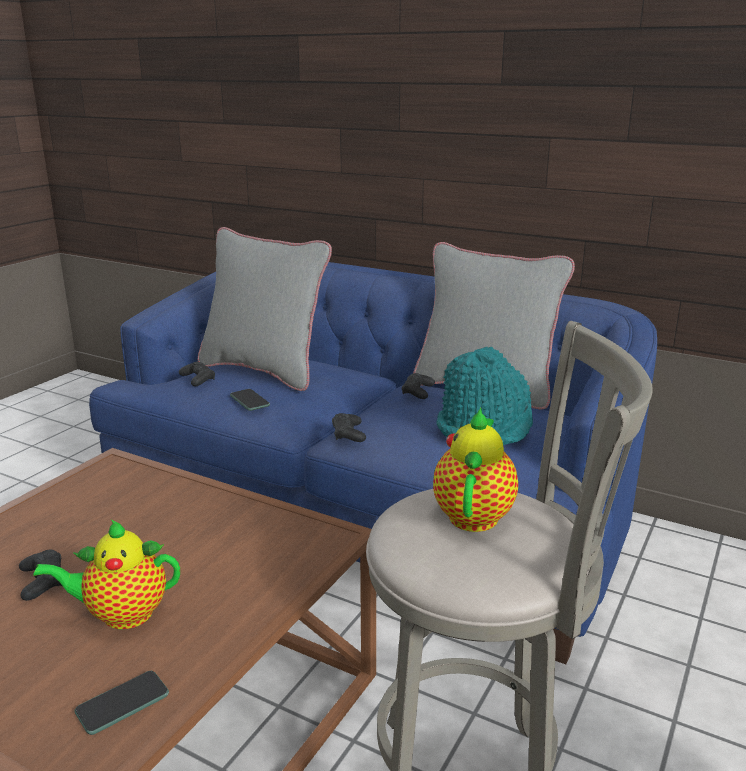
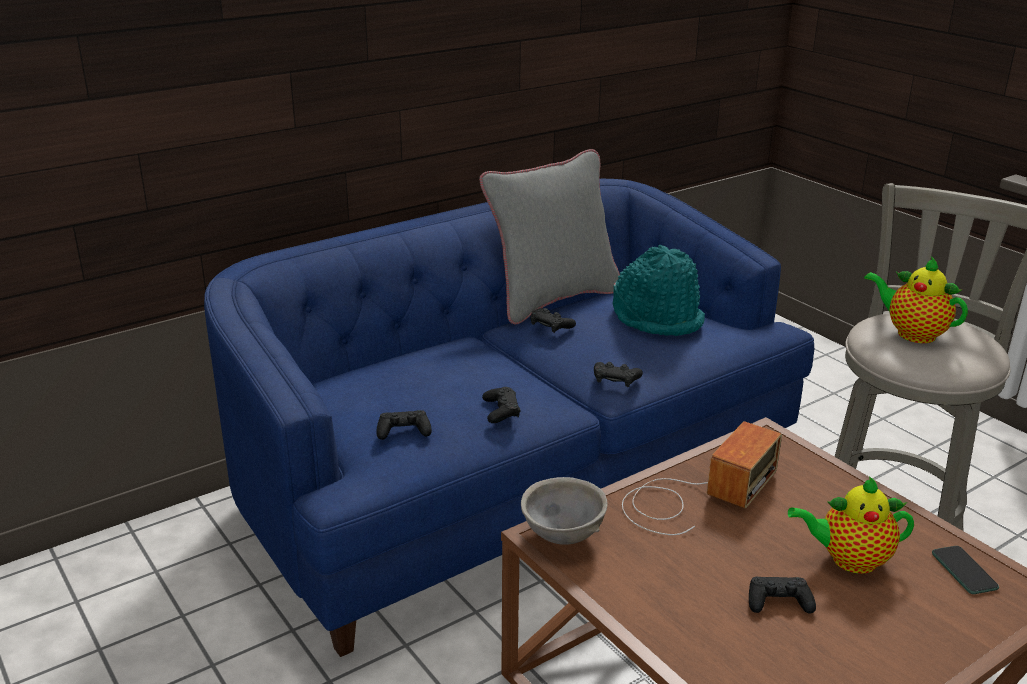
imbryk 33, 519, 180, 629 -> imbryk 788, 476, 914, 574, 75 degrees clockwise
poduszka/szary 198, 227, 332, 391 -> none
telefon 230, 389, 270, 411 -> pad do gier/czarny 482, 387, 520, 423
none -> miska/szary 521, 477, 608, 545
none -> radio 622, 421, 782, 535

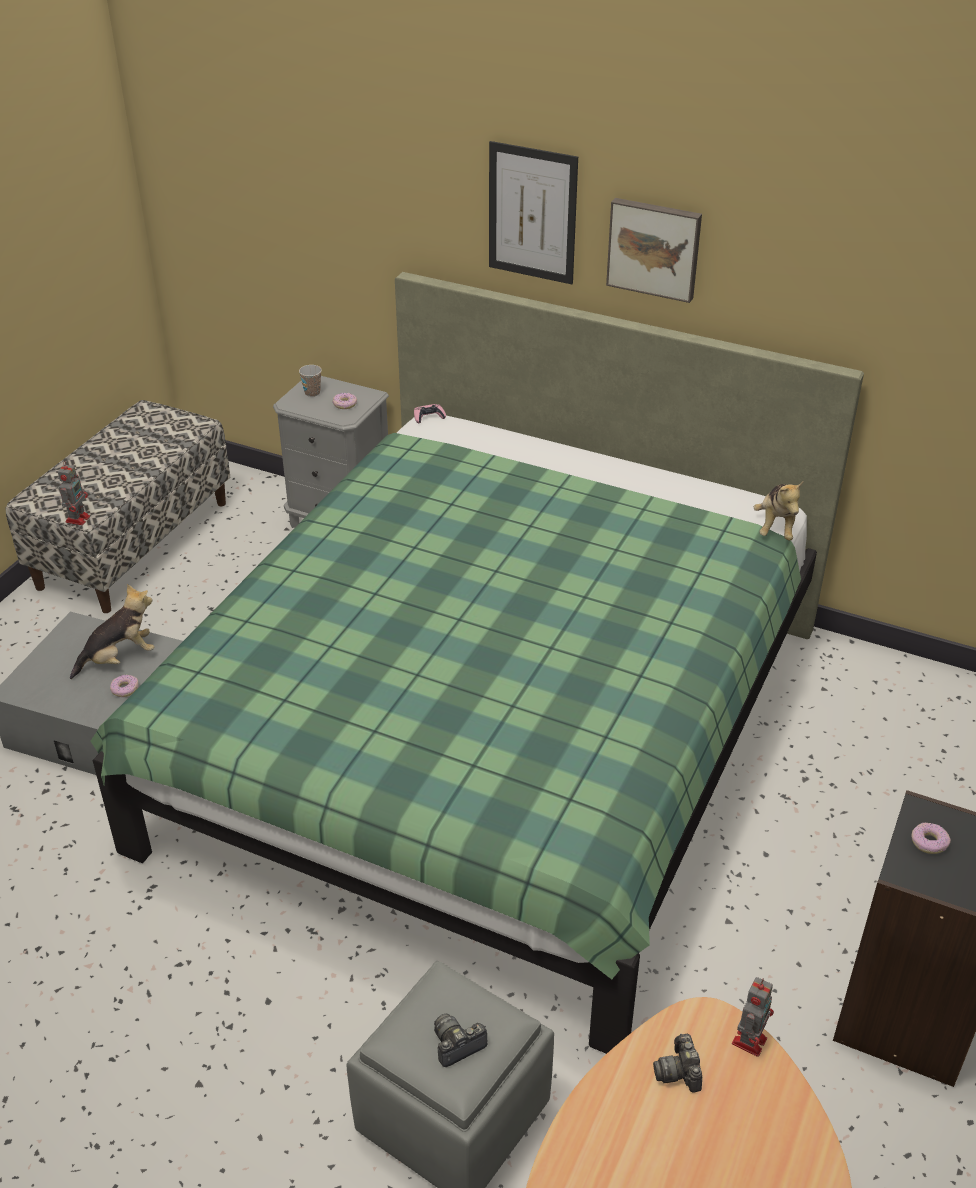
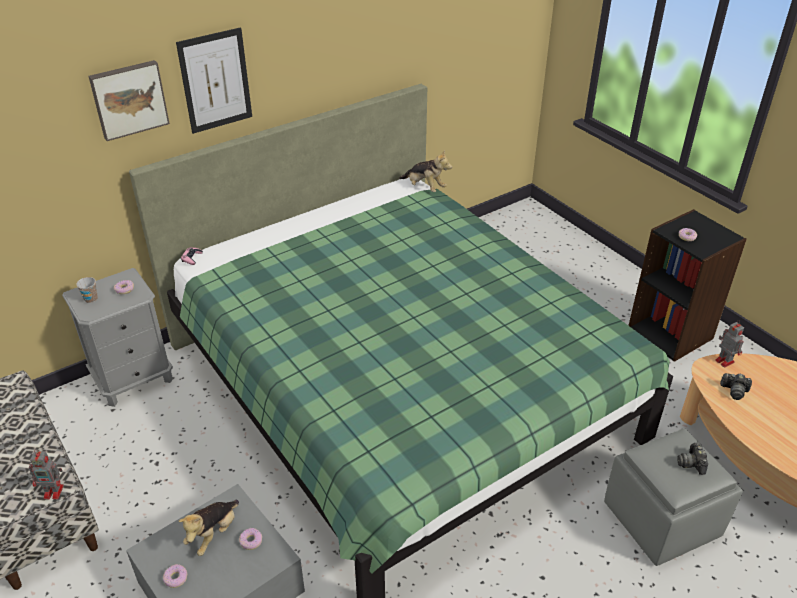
robot zabawkowy 58, 461, 90, 525 -> robot zabawkowy 29, 450, 64, 499, 135 degrees clockwise
pluszak 70, 584, 155, 679 -> pluszak 179, 500, 239, 556, 150 degrees counterclockwise
obraz 606, 198, 702, 303 -> obraz 88, 60, 170, 141, shifted
none -> donut 163, 564, 187, 588

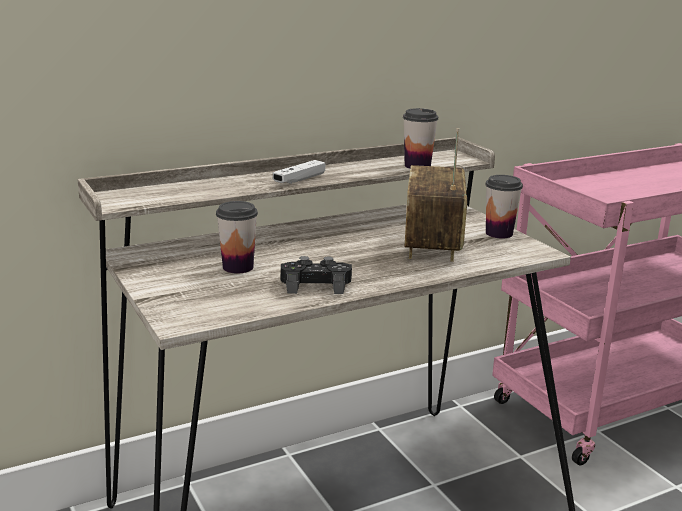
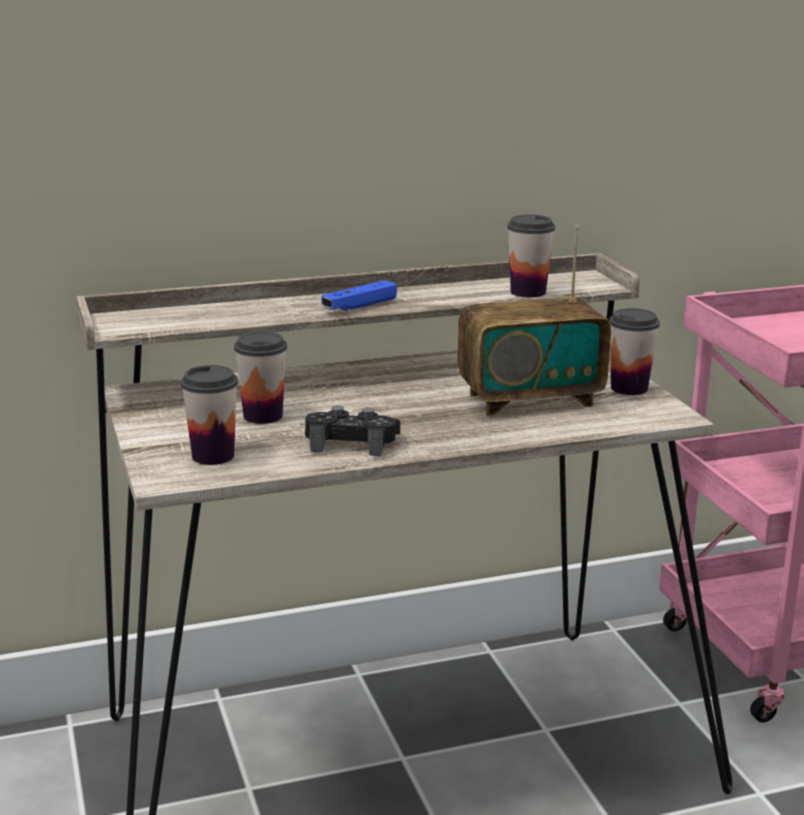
pad do gier/biały 273, 160, 325, 184 -> pad do gier/niebieski 322, 280, 397, 311
radio 405, 128, 467, 262 -> radio 457, 225, 611, 416, 120 degrees counterclockwise
none -> filiżanka 181, 365, 238, 465

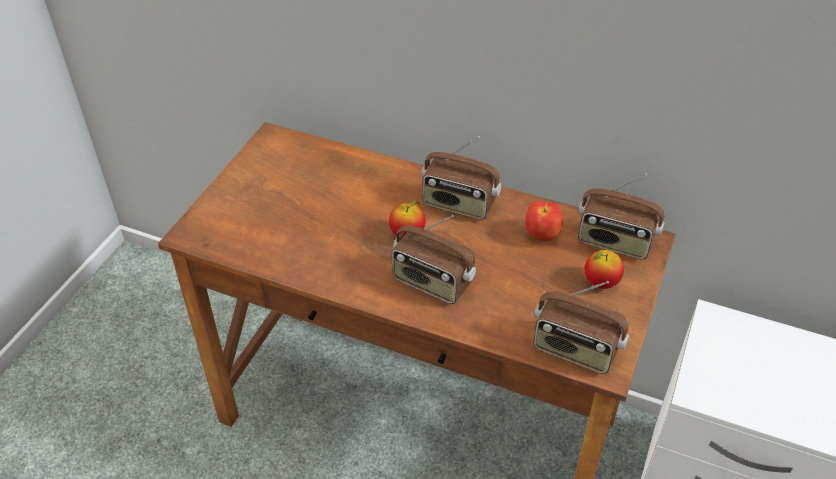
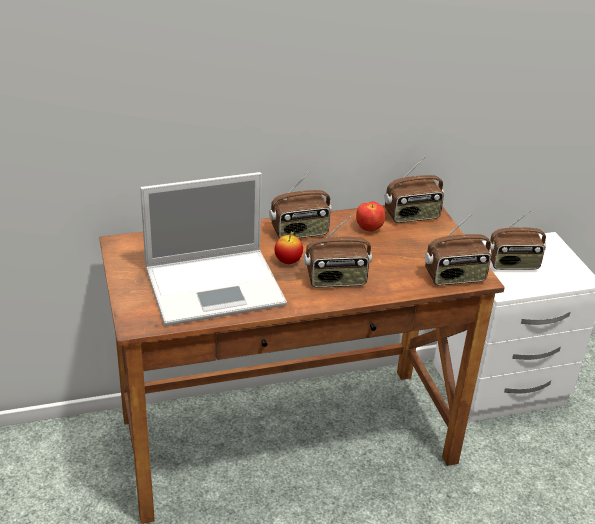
jabłko 585, 250, 624, 289 -> none
none -> laptop 140, 172, 287, 326
none -> radio 490, 210, 546, 270

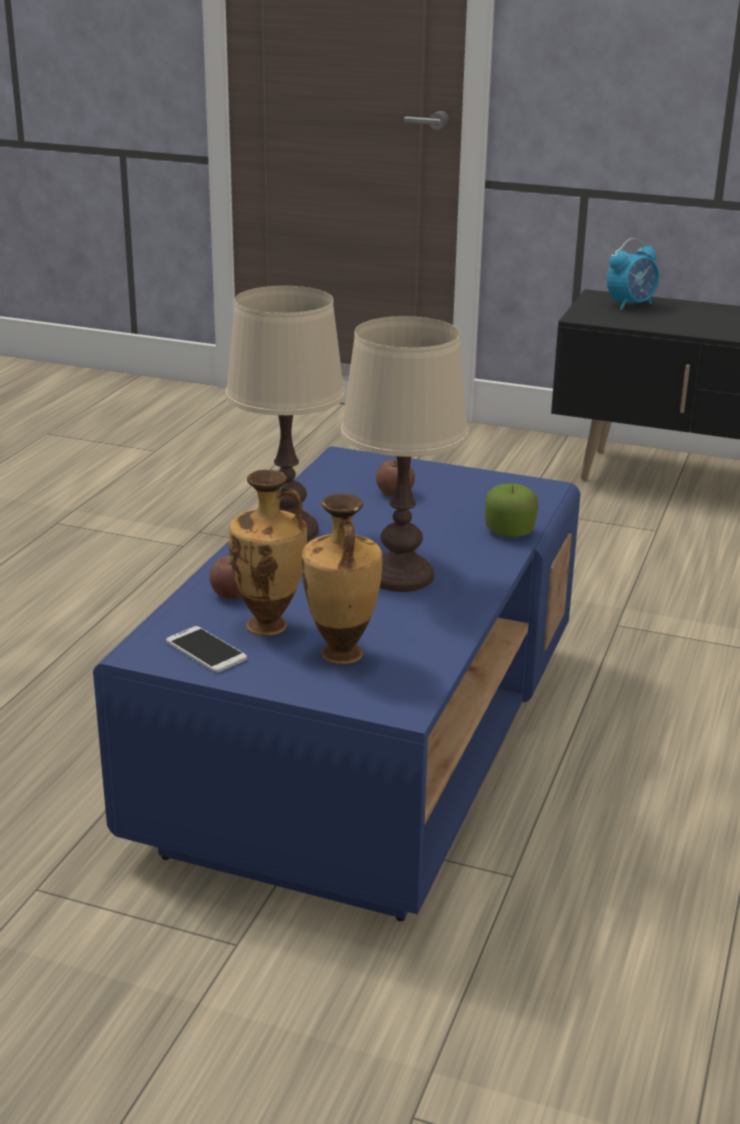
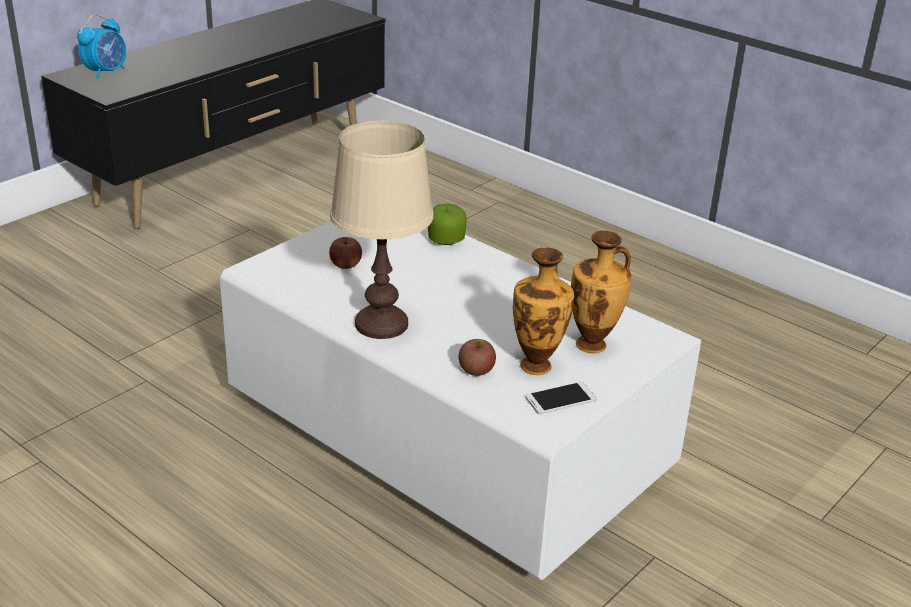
ława/niebieski 93, 446, 581, 921 -> ława/biały 220, 221, 701, 580
lampa stołowa/beżowy 340, 316, 469, 592 -> none
budzik 607, 238, 659, 310 -> budzik 77, 14, 126, 79, 45 degrees clockwise

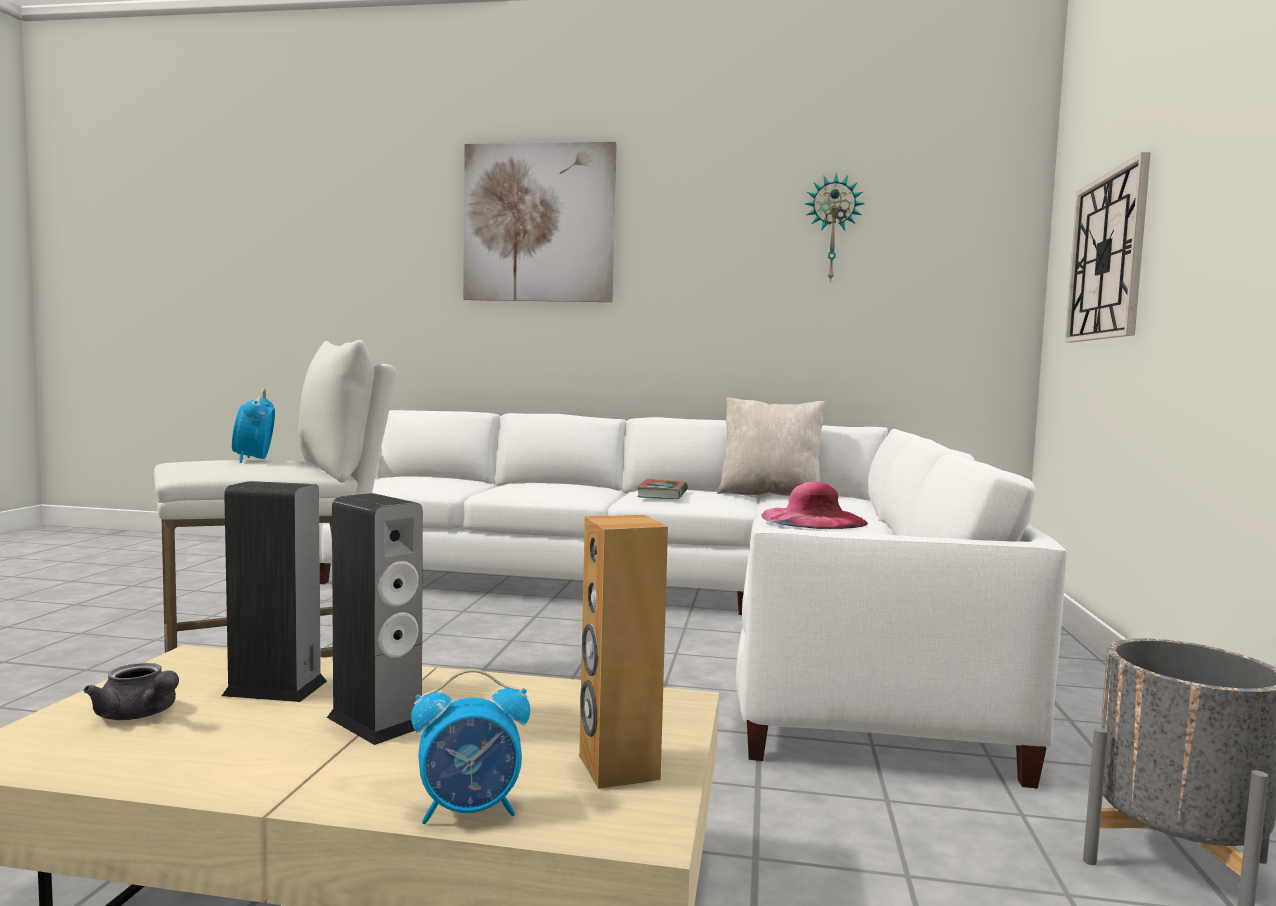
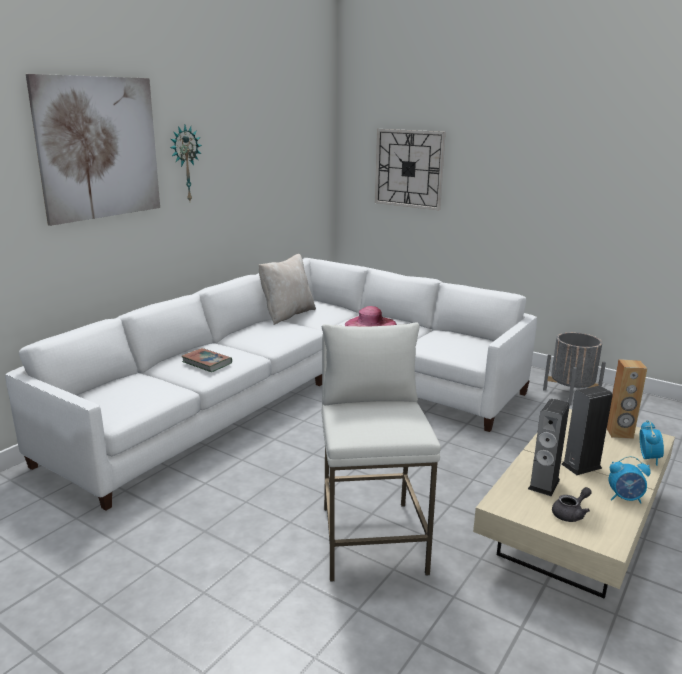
budzik 232, 389, 275, 463 -> budzik 609, 456, 651, 503, shifted
książka 636, 479, 688, 499 -> książka 181, 348, 232, 372, shifted
zegar ścienny 805, 173, 865, 282 -> zegar ścienny 170, 125, 202, 201, shifted

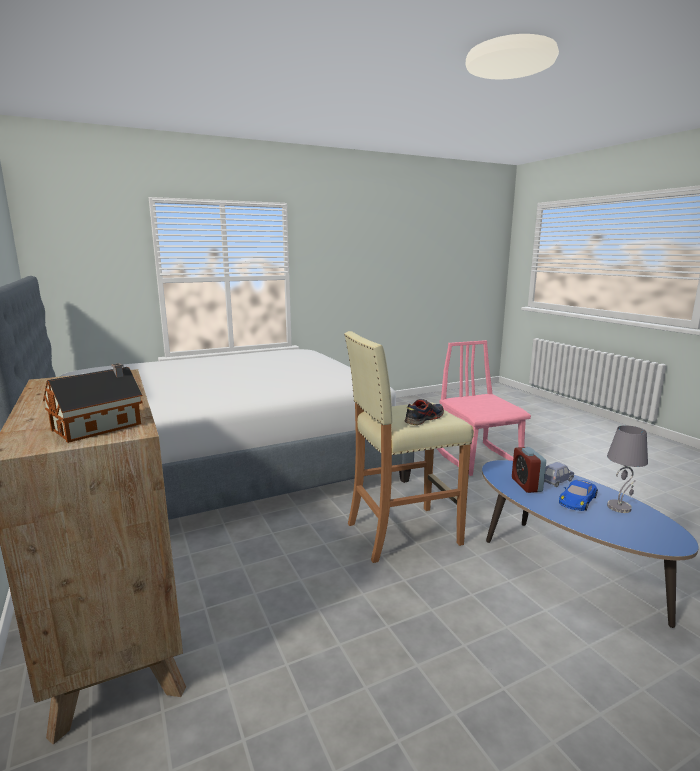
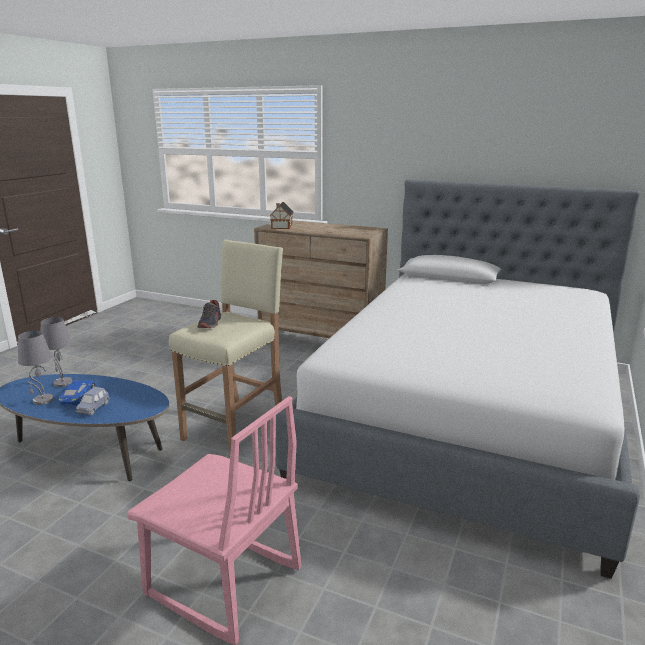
budzik 512, 447, 546, 493 -> none
none -> lampa stołowa/szary 41, 317, 73, 387

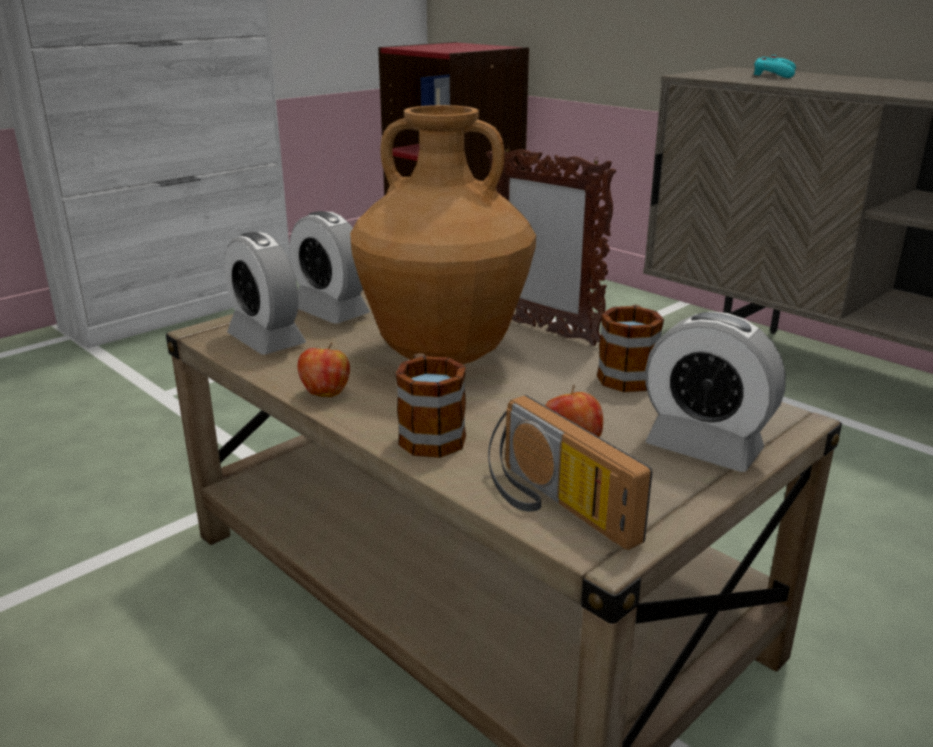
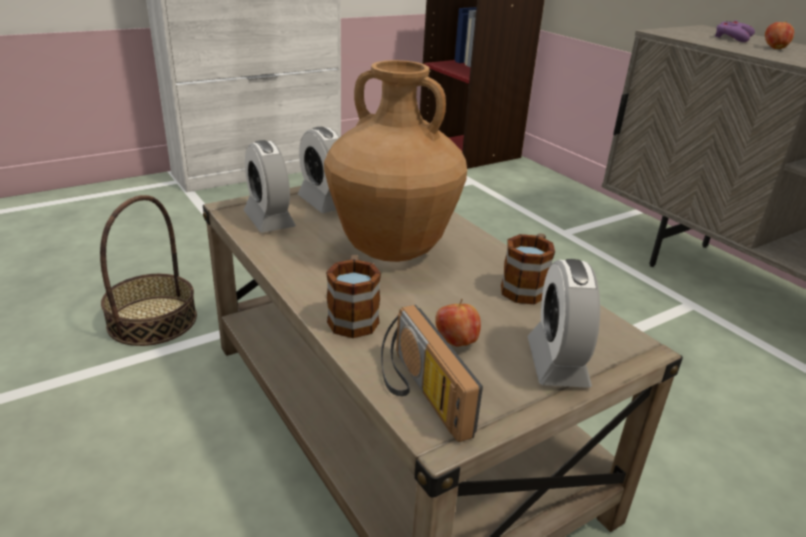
jabłko 297, 342, 350, 397 -> jabłko 765, 21, 794, 49, shifted
ramka na zdjęcie 486, 146, 616, 346 -> none
budzik 645, 312, 786, 472 -> budzik 527, 259, 600, 388, 45 degrees clockwise
pad do gier/turkusowy 754, 55, 796, 78 -> pad do gier/fioletowy 715, 20, 755, 42
none -> koszyk 100, 195, 197, 346

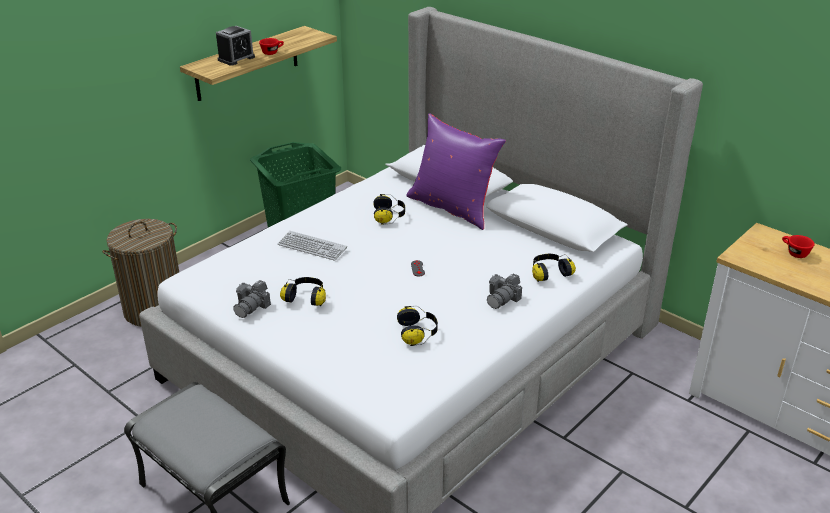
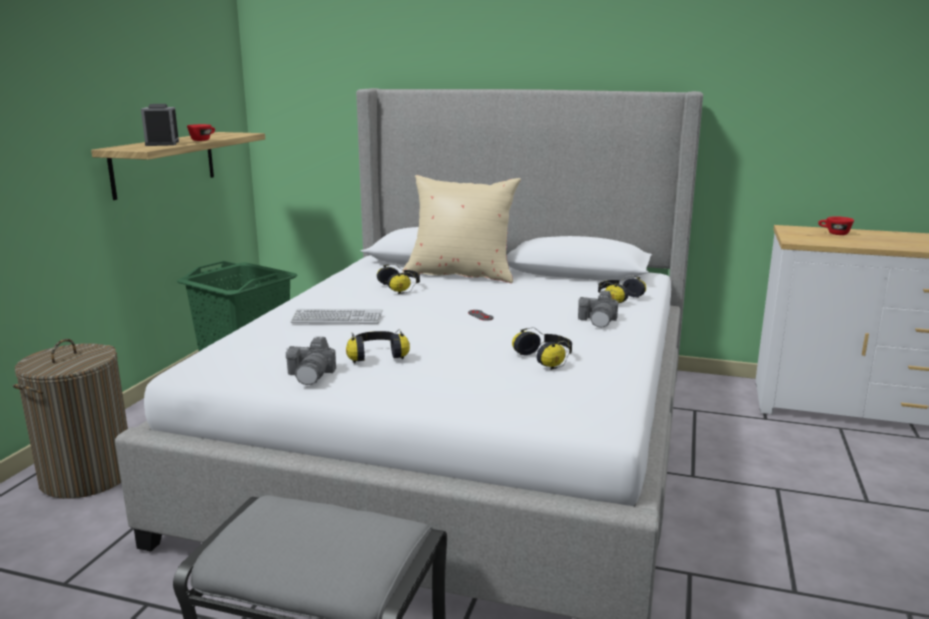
budzik 216, 26, 255, 66 -> budzik 141, 104, 179, 146, 150 degrees clockwise
poduszka/fioletowy 406, 113, 506, 230 -> poduszka/beżowy 402, 175, 521, 283

